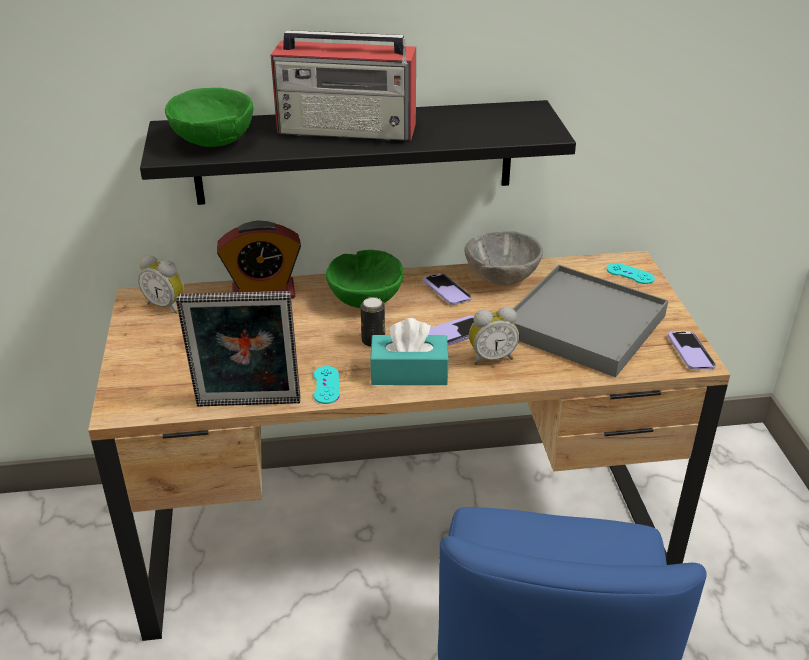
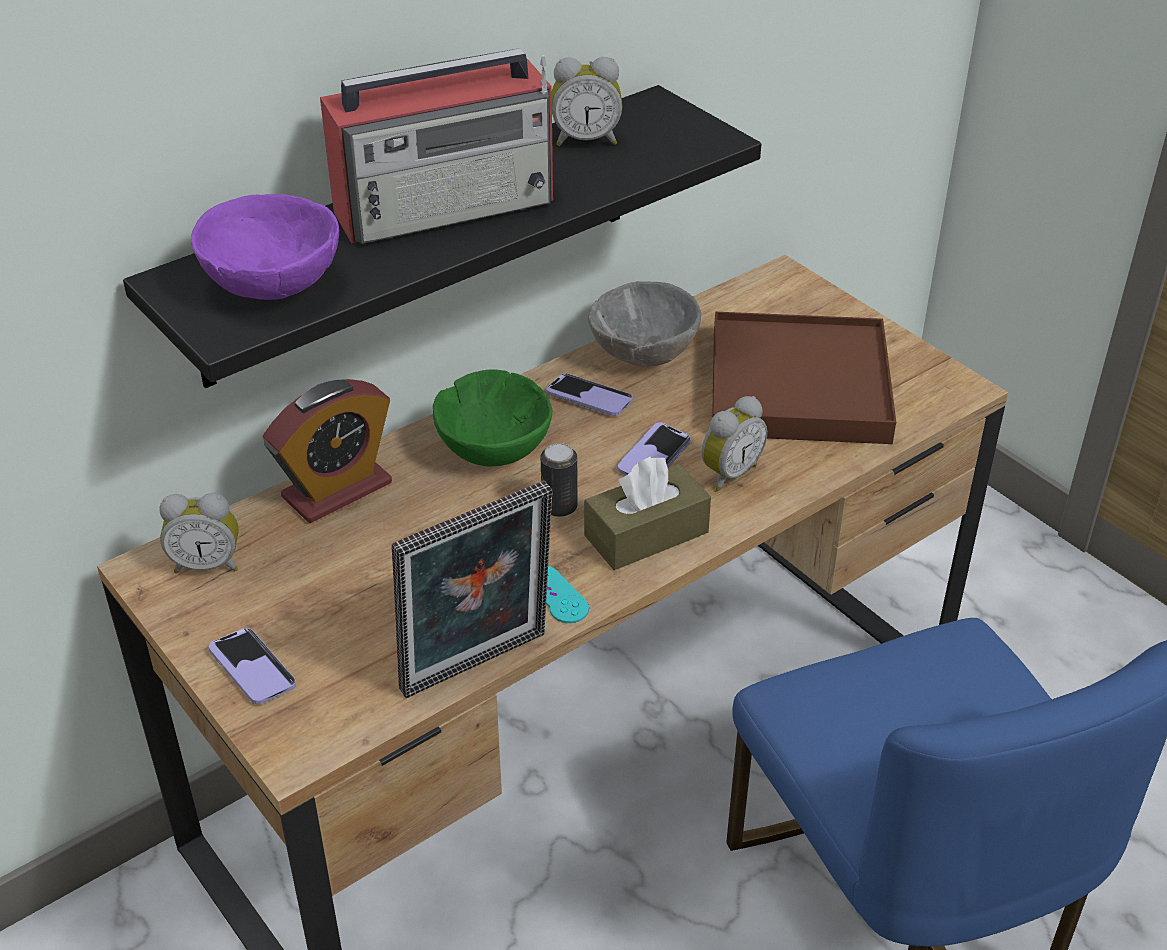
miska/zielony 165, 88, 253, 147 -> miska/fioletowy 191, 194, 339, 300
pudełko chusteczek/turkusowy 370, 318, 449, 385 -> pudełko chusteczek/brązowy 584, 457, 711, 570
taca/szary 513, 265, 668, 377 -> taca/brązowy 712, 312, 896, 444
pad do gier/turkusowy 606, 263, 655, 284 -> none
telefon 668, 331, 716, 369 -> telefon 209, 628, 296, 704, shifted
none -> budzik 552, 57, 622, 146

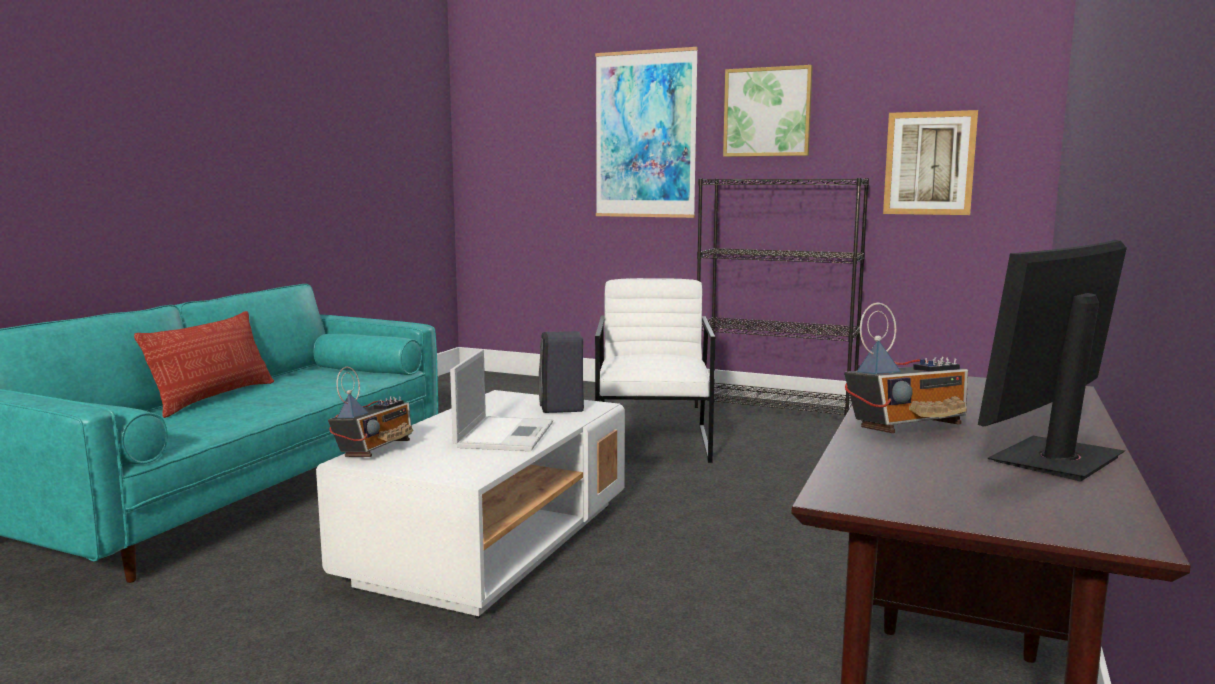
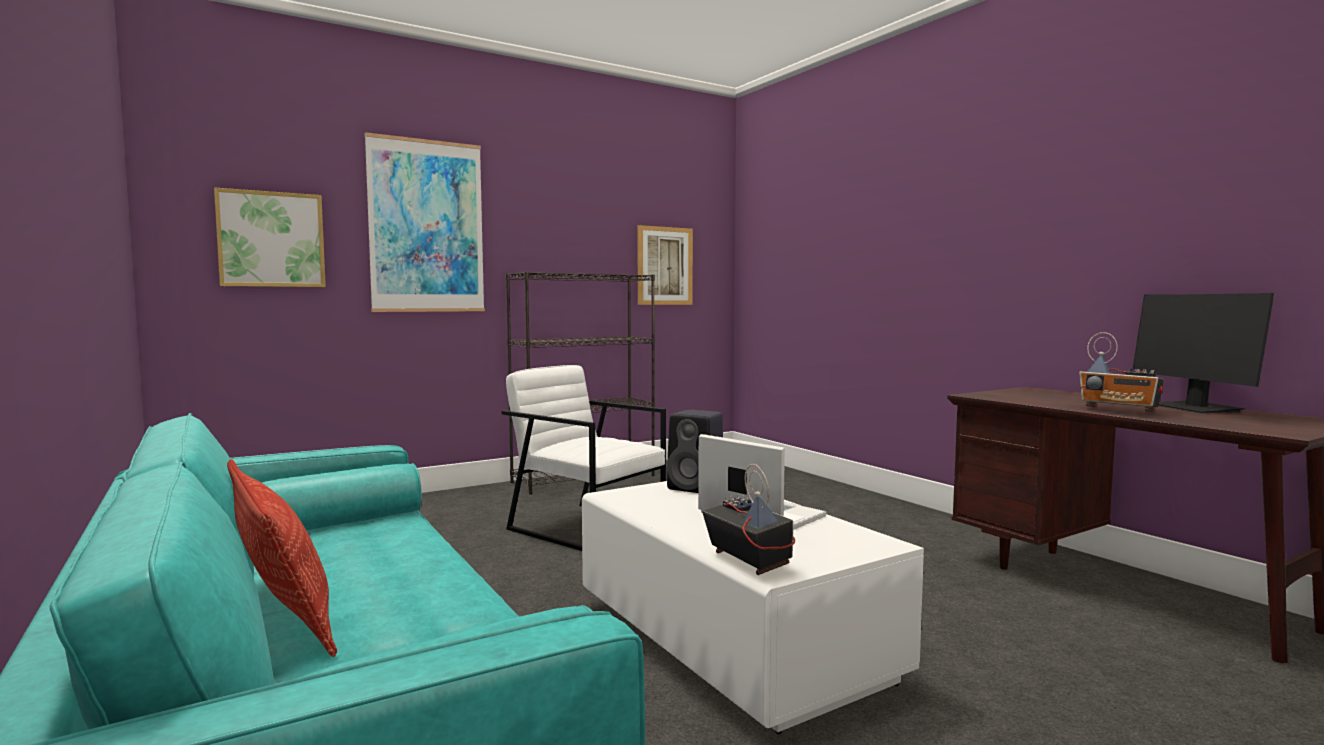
obraz 723, 65, 813, 157 -> obraz 214, 187, 326, 287, shifted
radio 844, 303, 968, 433 -> radio 1079, 332, 1164, 412, 120 degrees clockwise

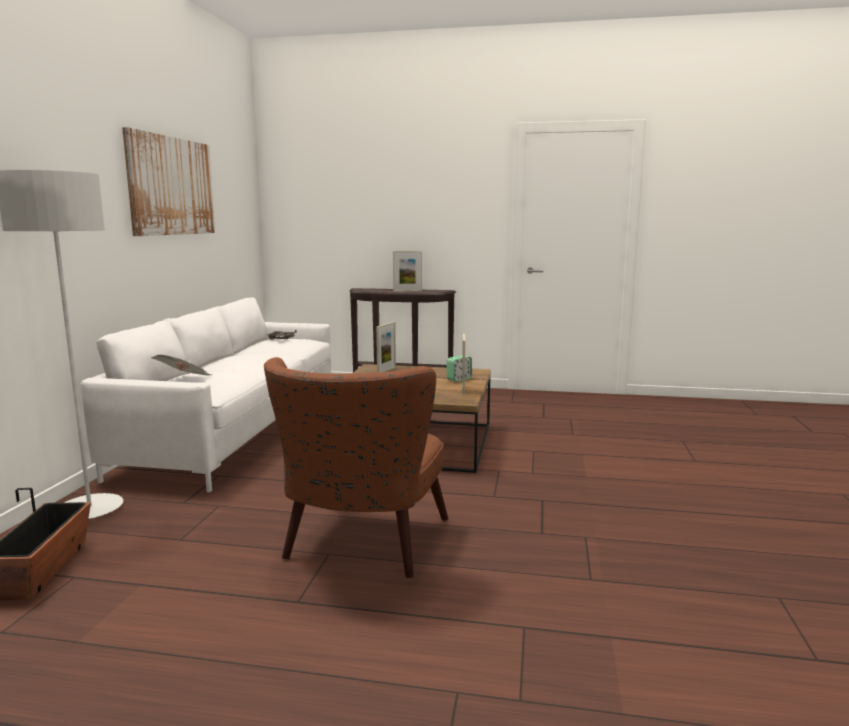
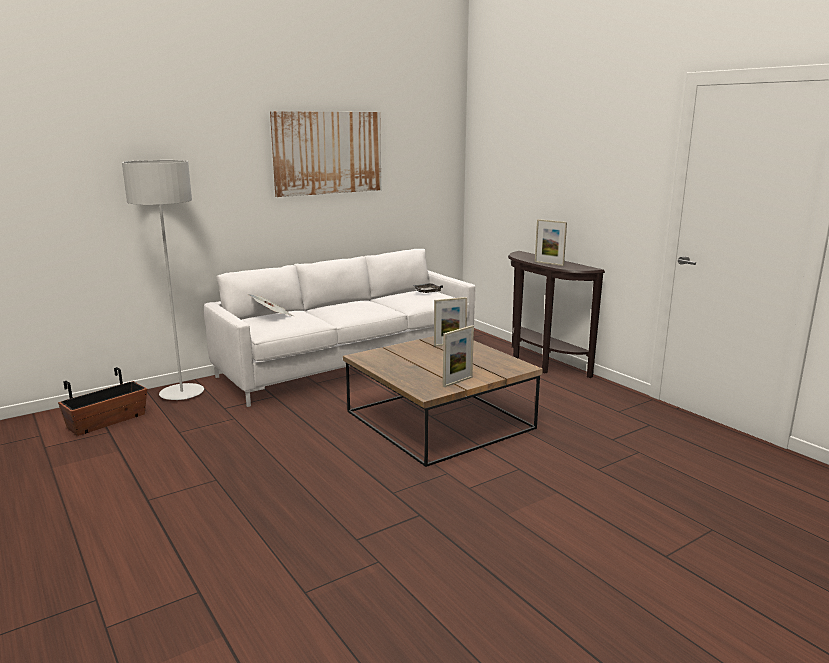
fotel/brązowy 264, 357, 448, 578 -> none
budzik 446, 355, 472, 382 -> none

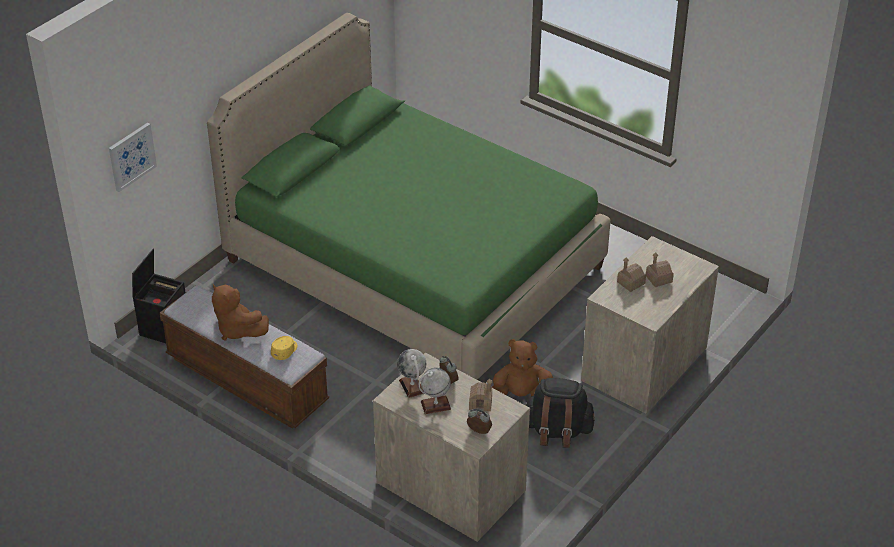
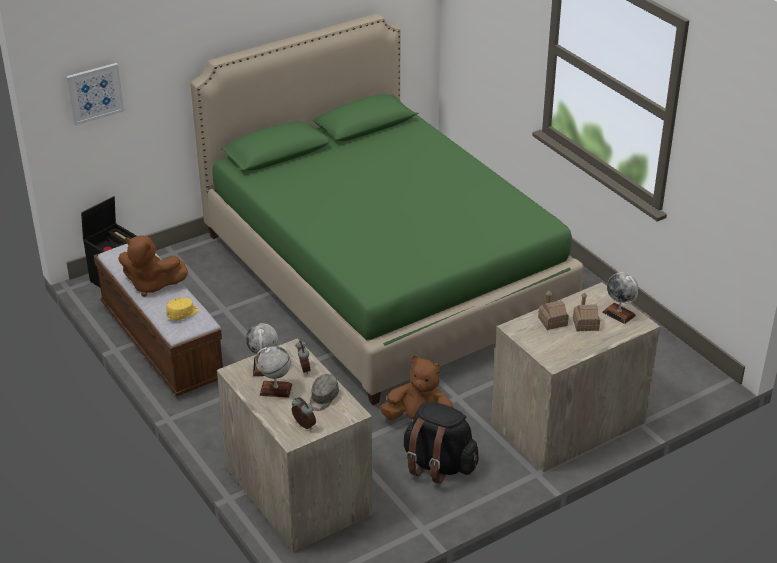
pluszak/brązowy 212, 284, 269, 340 -> pluszak/brązowy 118, 235, 188, 297, 45 degrees counterclockwise
domek 469, 379, 493, 411 -> czapka z daszkiem/szary 310, 374, 339, 411
none -> globus 602, 272, 638, 324

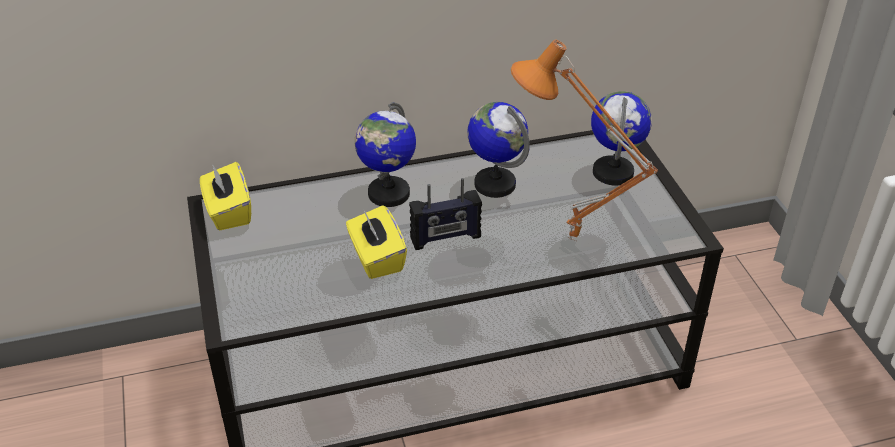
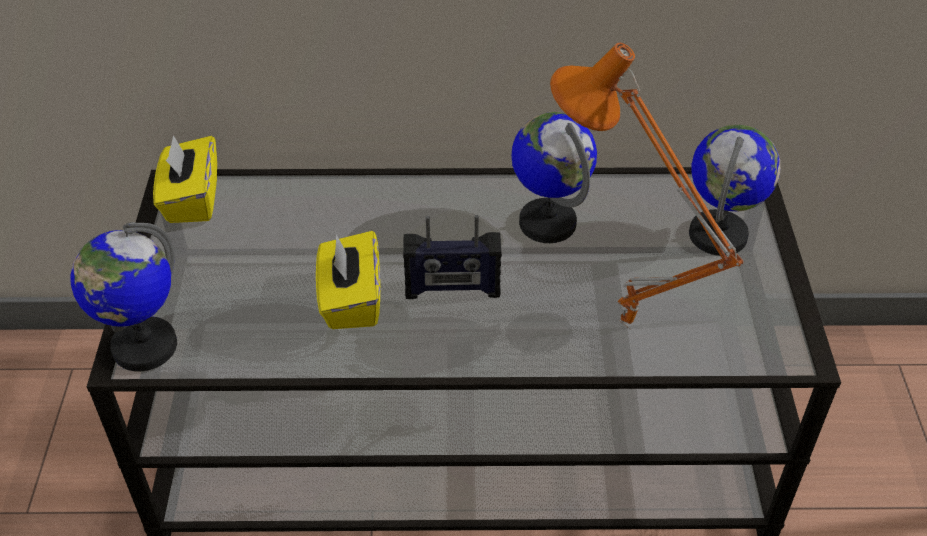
globus 355, 102, 416, 207 -> globus 70, 222, 177, 371, shifted

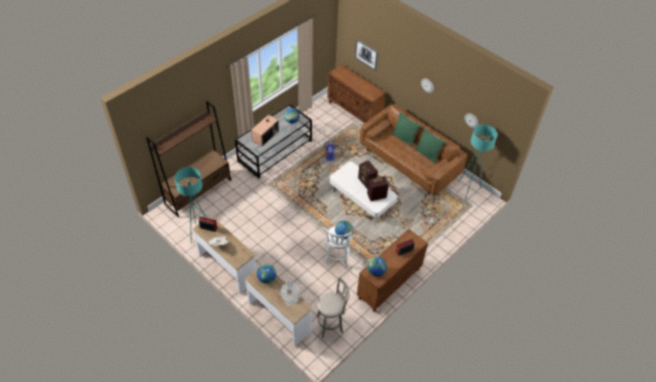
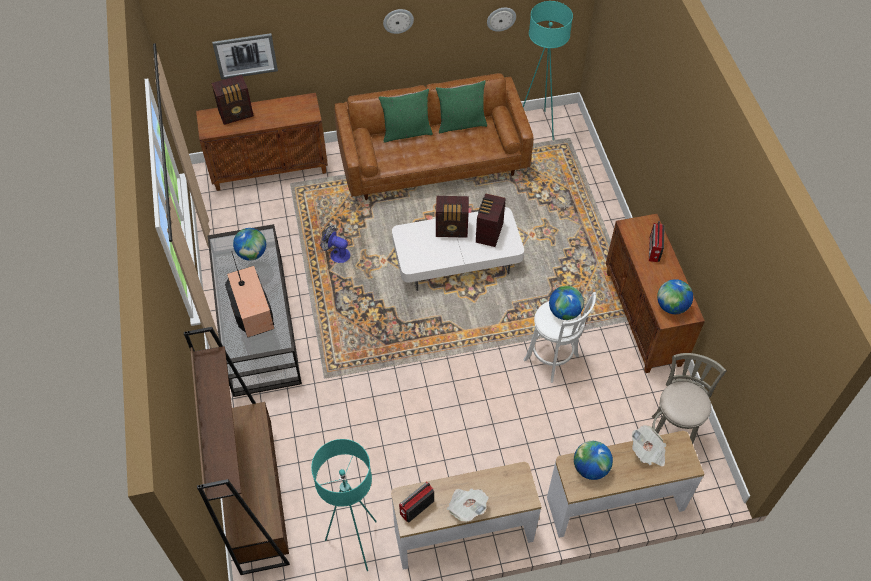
none -> radio 211, 75, 254, 125

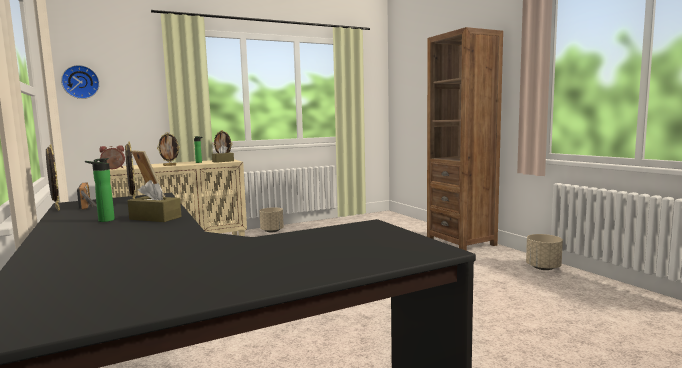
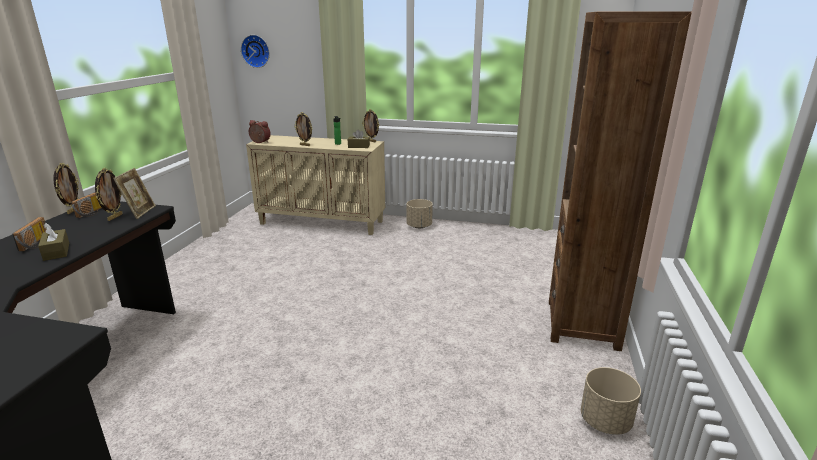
butelka 85, 158, 115, 222 -> radio 12, 217, 46, 251

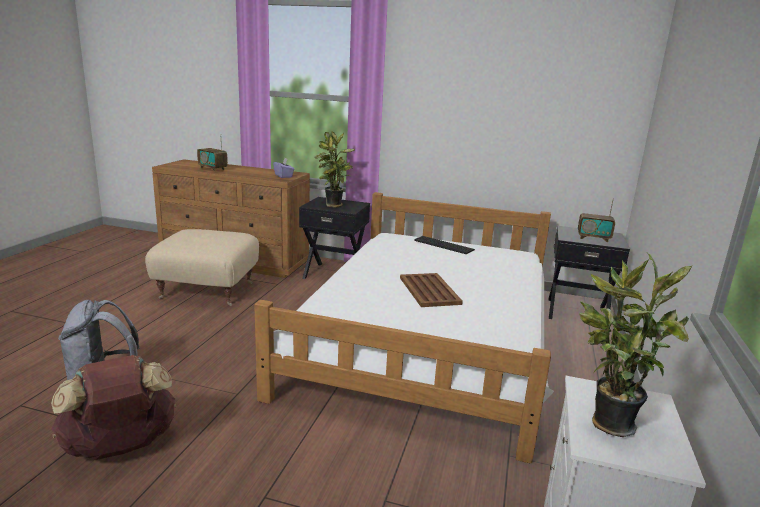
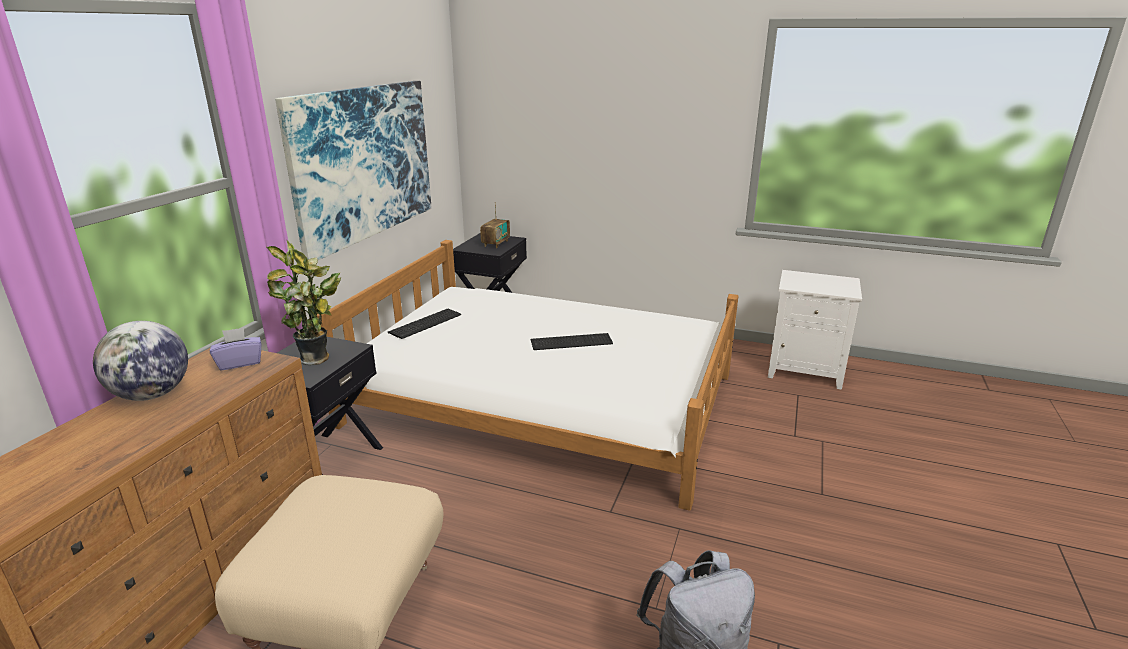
plecak/brązowy 51, 355, 177, 460 -> none
radio 197, 134, 228, 172 -> none
taca/brązowy 400, 273, 463, 307 -> klawiatura 531, 333, 613, 350
roślina doniczkowa 579, 251, 693, 437 -> none
none -> globus 93, 321, 188, 401
none -> obraz 275, 81, 432, 260

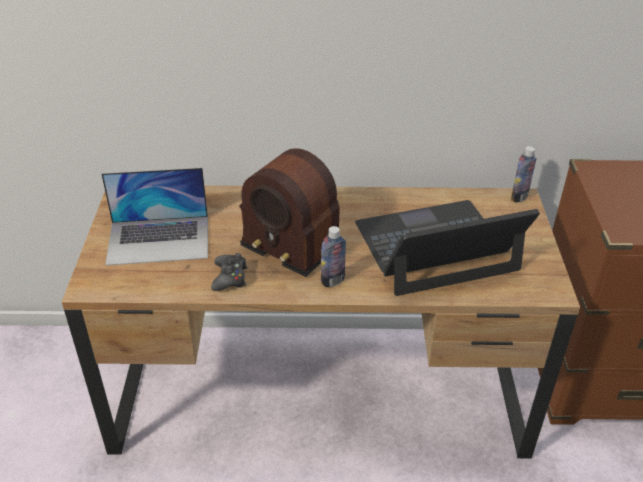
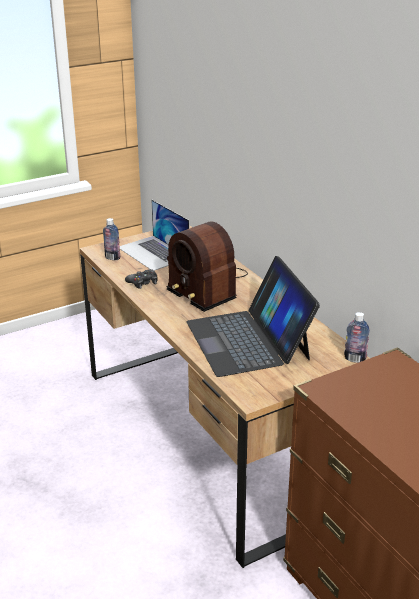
radio 239, 148, 340, 277 -> radio 167, 221, 248, 312, 45 degrees counterclockwise
butelka 321, 226, 346, 287 -> butelka 103, 218, 120, 260, shifted
laptop 355, 200, 540, 296 -> laptop 186, 256, 320, 377, 150 degrees counterclockwise

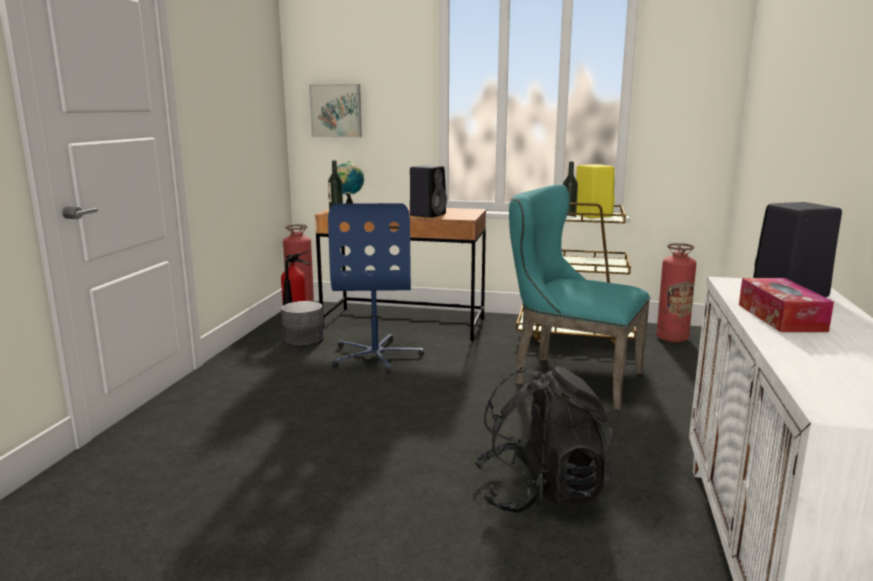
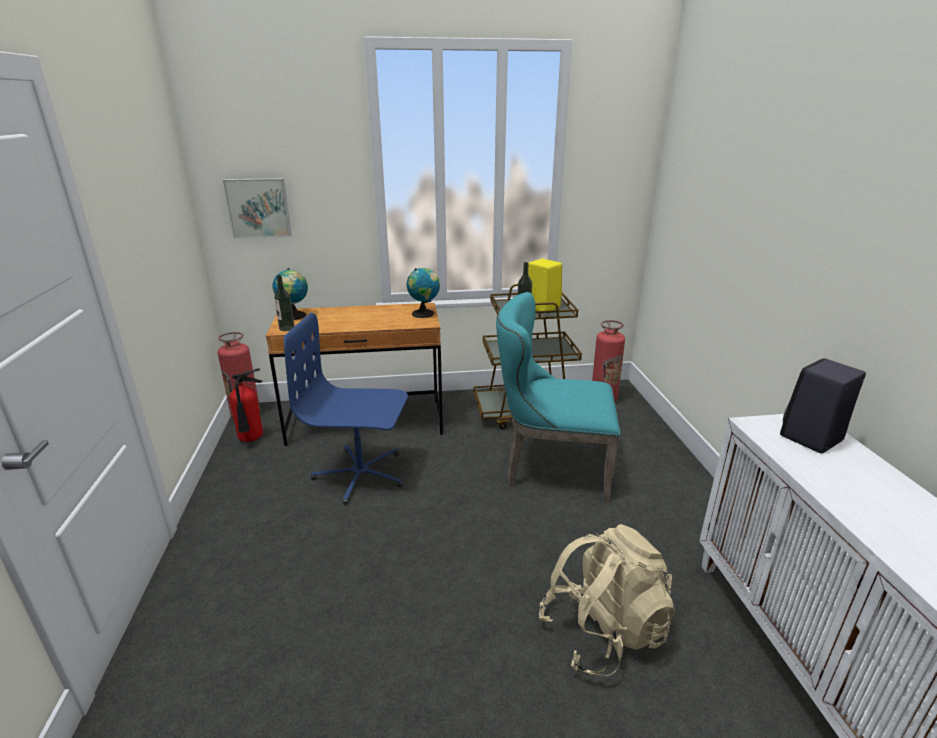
donica/szary 281, 301, 324, 347 -> none
krzesło biurowe/niebieski 328, 203, 424, 373 -> krzesło biurowe/niebieski 284, 313, 408, 505, 120 degrees clockwise
głośnik/czarny 410, 165, 447, 218 -> none
plecak/czarny 474, 366, 613, 513 -> plecak/beżowy 539, 524, 675, 676
pudełko chusteczek 739, 278, 834, 332 -> none
none -> globus 406, 268, 440, 318

